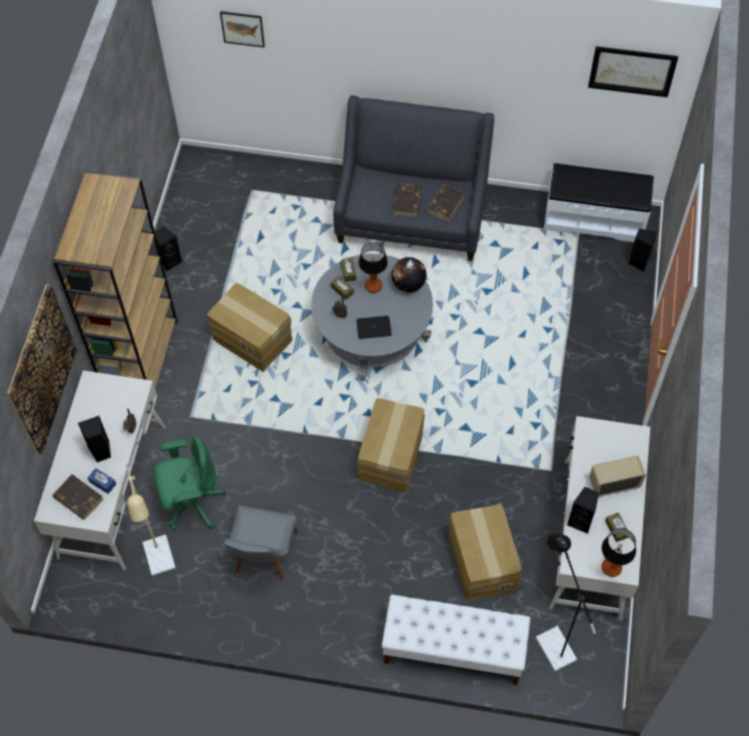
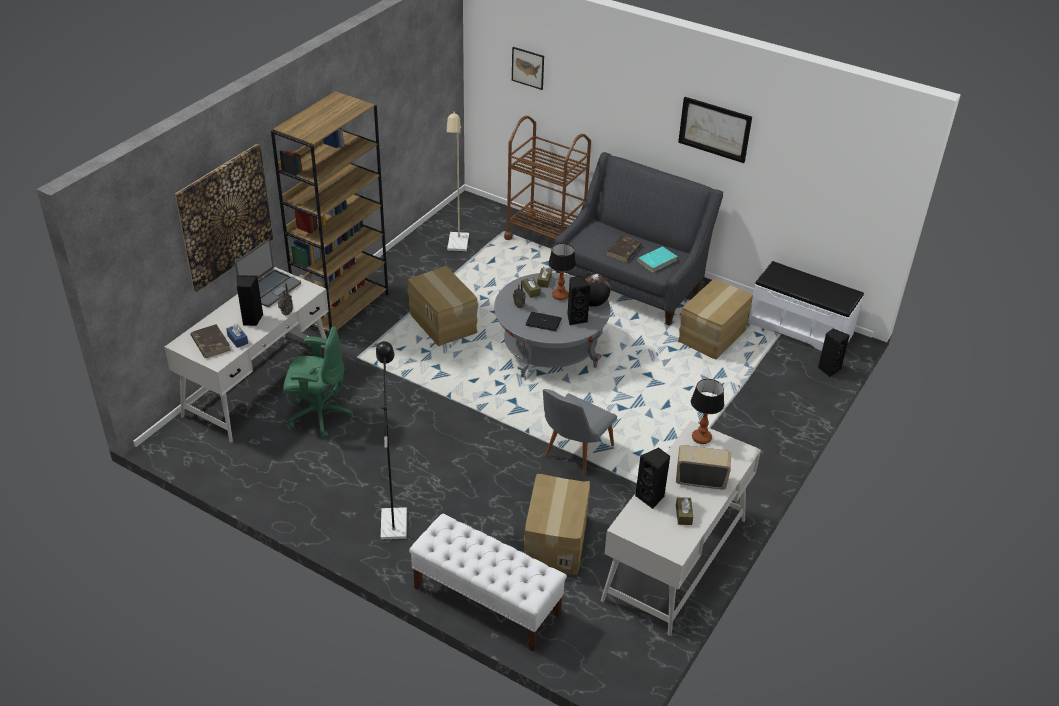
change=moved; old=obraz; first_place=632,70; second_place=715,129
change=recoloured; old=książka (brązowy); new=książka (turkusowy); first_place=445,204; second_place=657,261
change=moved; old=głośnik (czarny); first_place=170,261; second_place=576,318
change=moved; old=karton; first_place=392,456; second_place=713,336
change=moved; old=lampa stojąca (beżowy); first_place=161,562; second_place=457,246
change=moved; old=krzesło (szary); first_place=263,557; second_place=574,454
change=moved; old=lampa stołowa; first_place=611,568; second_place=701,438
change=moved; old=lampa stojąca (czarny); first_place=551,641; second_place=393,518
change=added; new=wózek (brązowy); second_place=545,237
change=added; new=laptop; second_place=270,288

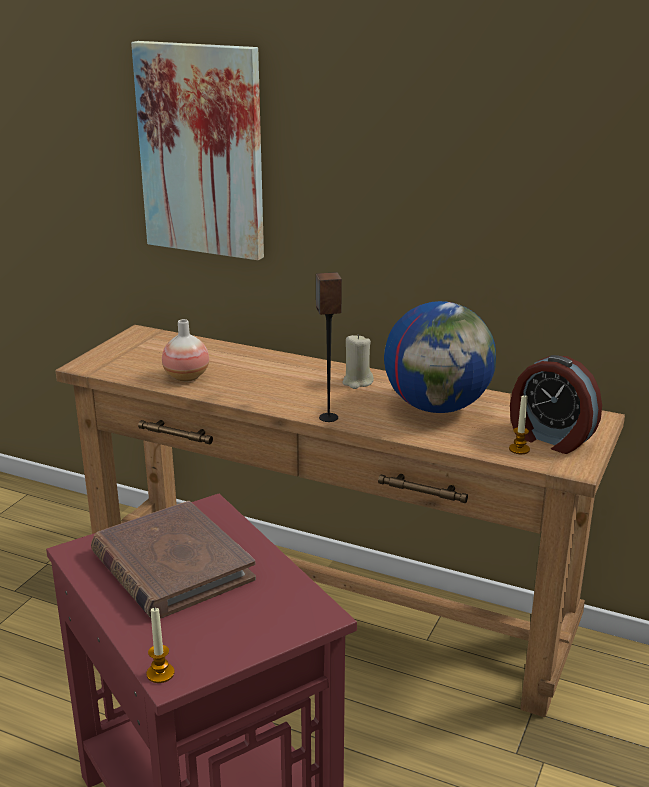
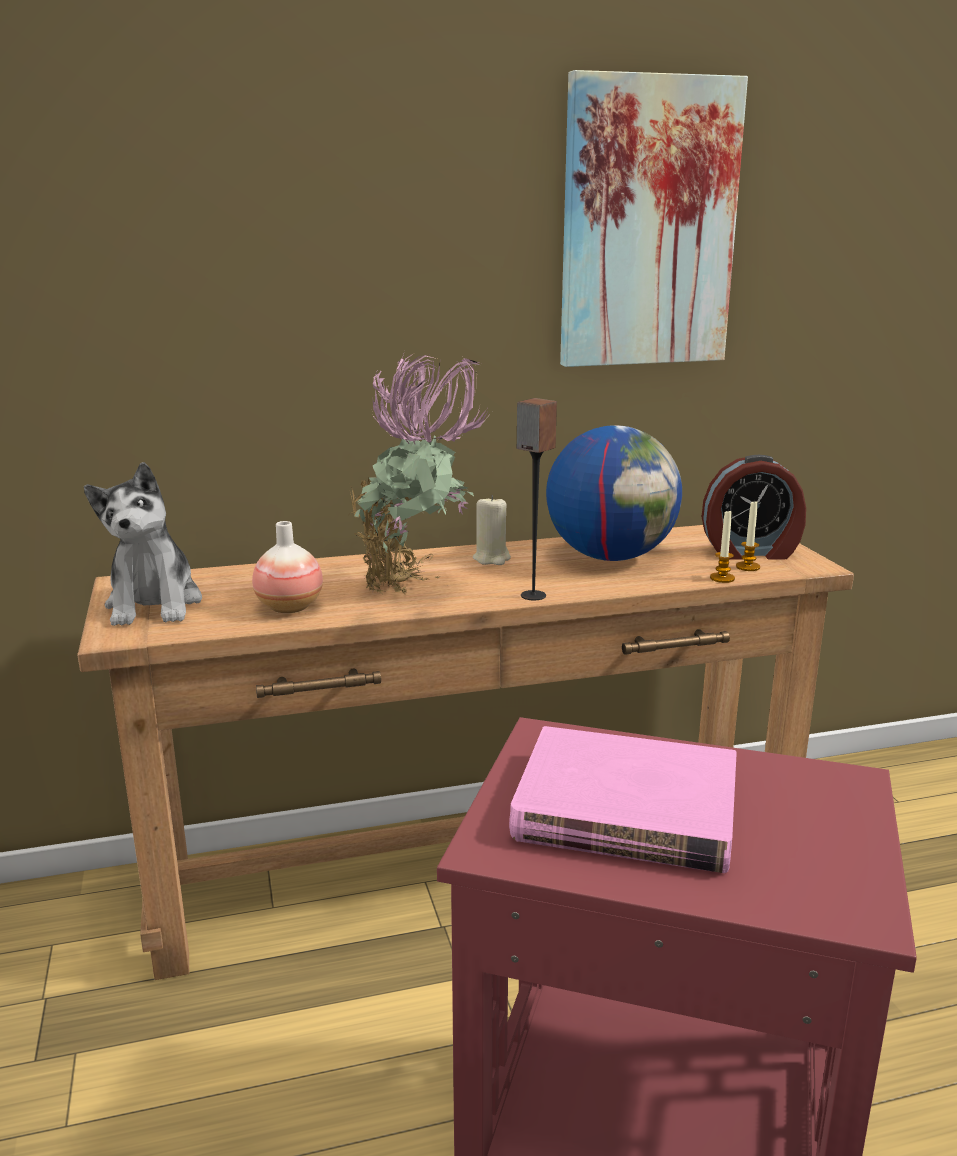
change=moved; old=obraz; first_place=202,151; second_place=647,224
change=recoloured; old=książka (brązowy); new=książka (różowy); first_place=171,566; second_place=626,809
change=moved; old=świeca; first_place=160,673; second_place=722,578
change=added; new=roślina doniczkowa; second_place=415,587
change=added; new=pluszak; second_place=154,604

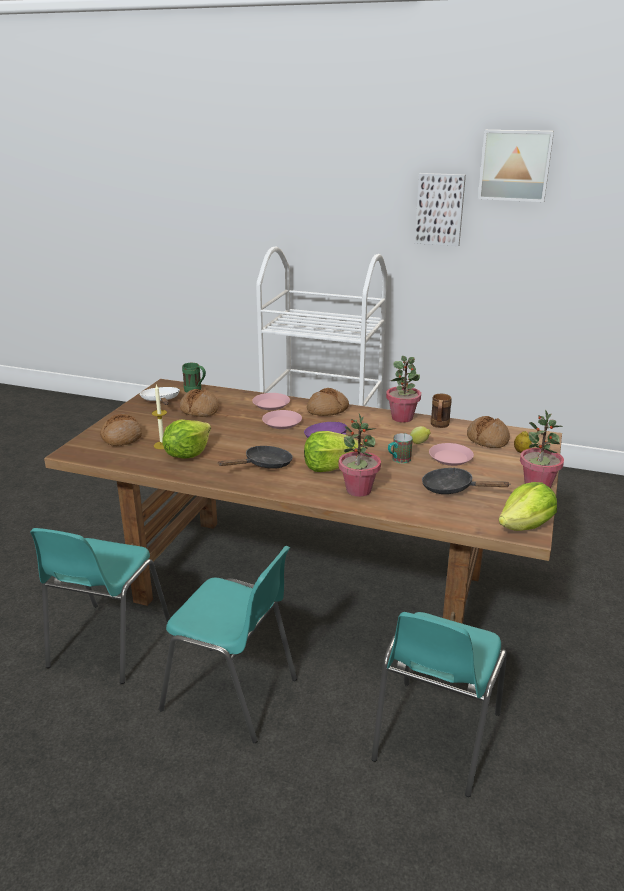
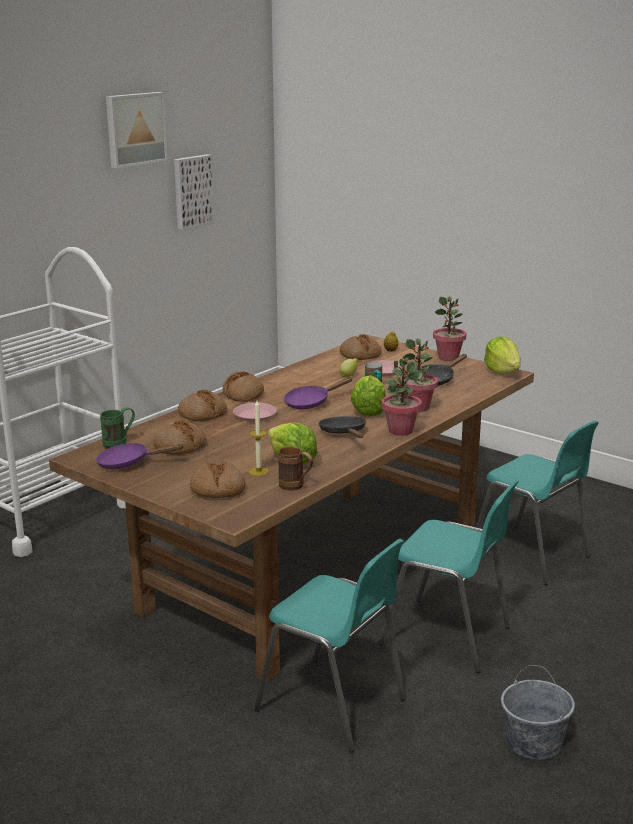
change=moved; old=obraz; first_place=440,209; second_place=192,191
change=moved; old=roślina doniczkowa; first_place=402,418; second_place=400,430
change=recoloured; old=patelnia (biały); new=patelnia (fioletowy); first_place=161,401; second_place=128,463
change=replaced; old=talerz (różowy); new=chleb; first_place=271,404; second_place=202,414
change=moved; old=kubek (brązowy); first_place=439,426; second_place=296,487
change=turned; old=krzesło (turkusowy); first_place=233,695; second_place=448,636; degrees=75
change=added; new=wiadro (szary); second_place=533,742

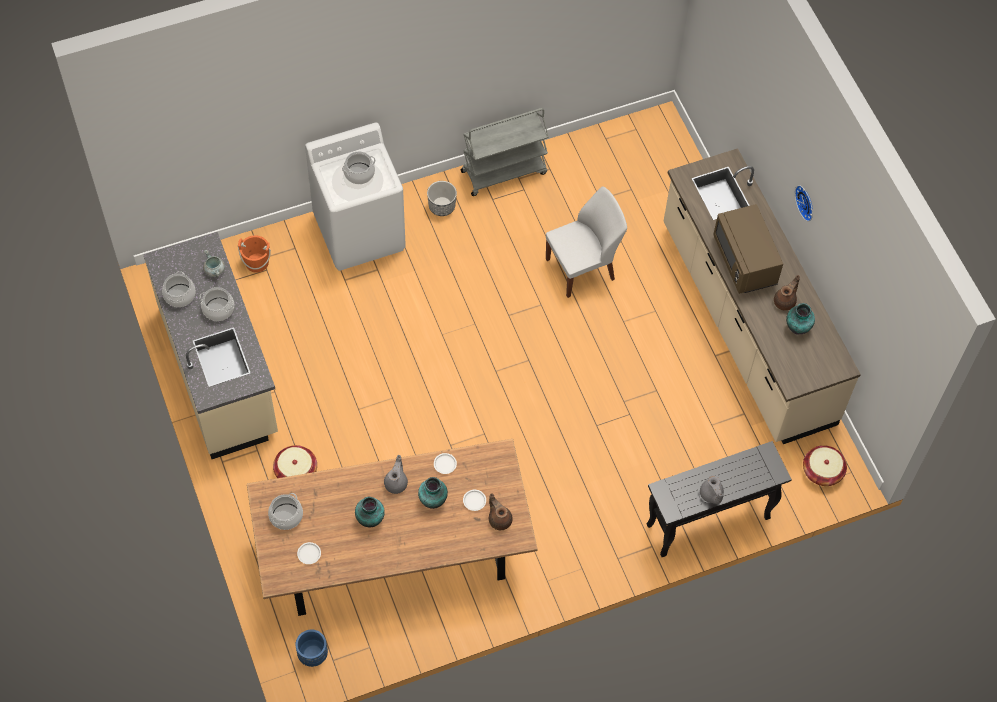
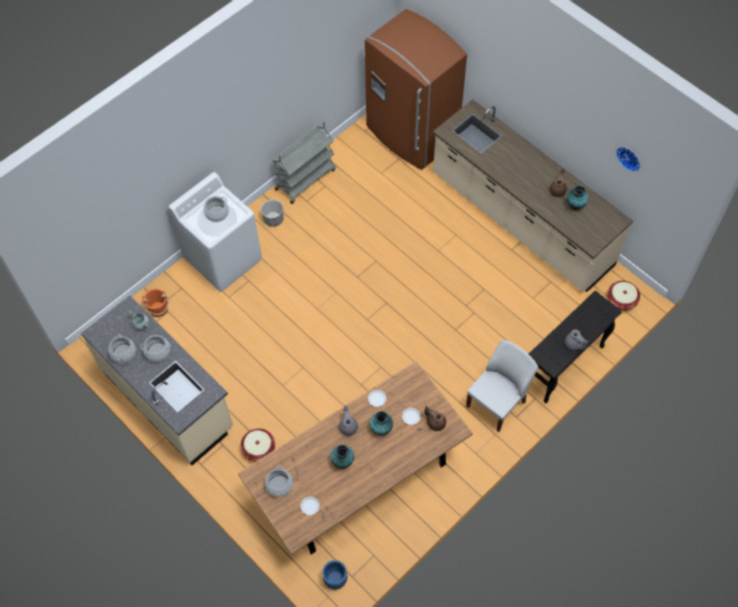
change=moved; old=zegar ścienny; first_place=806,202; second_place=629,157
change=moved; old=krzesło (biały); first_place=582,269; second_place=497,403
change=removed; old=mikrofalówka (brązowy); first_place=745,261
change=added; new=lodówka (brązowy); second_place=411,135

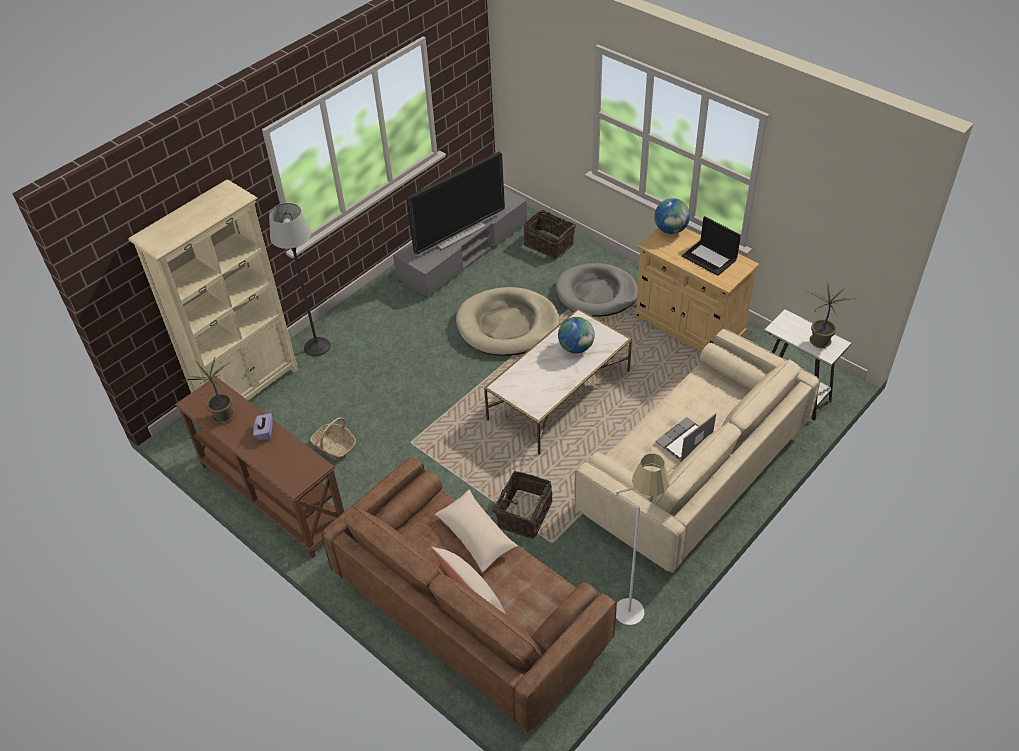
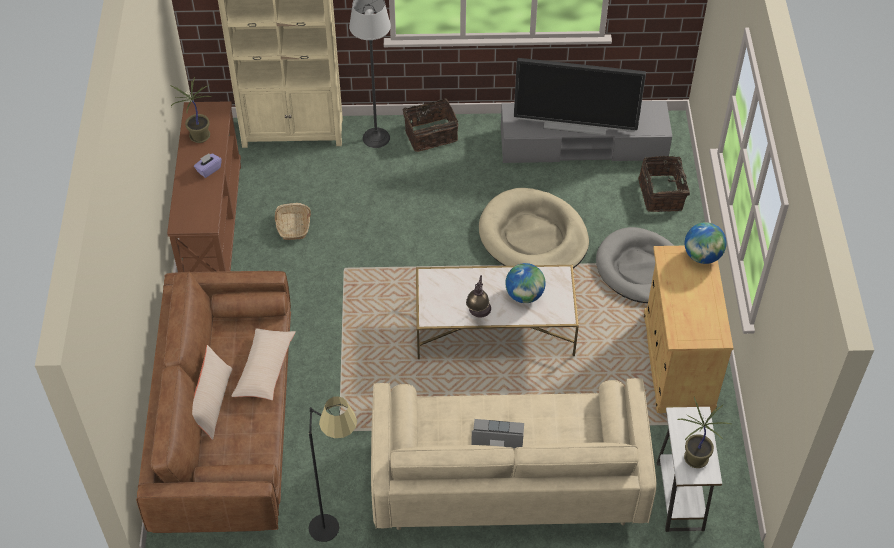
change=removed; old=laptop; first_place=710,258
change=recoloured; old=lampa stojąca (biały); new=lampa stojąca (czarny); first_place=633,600; second_place=337,523
change=moved; old=koszyk; first_place=523,514; second_place=430,134
change=added; new=lampa stołowa; second_place=478,315

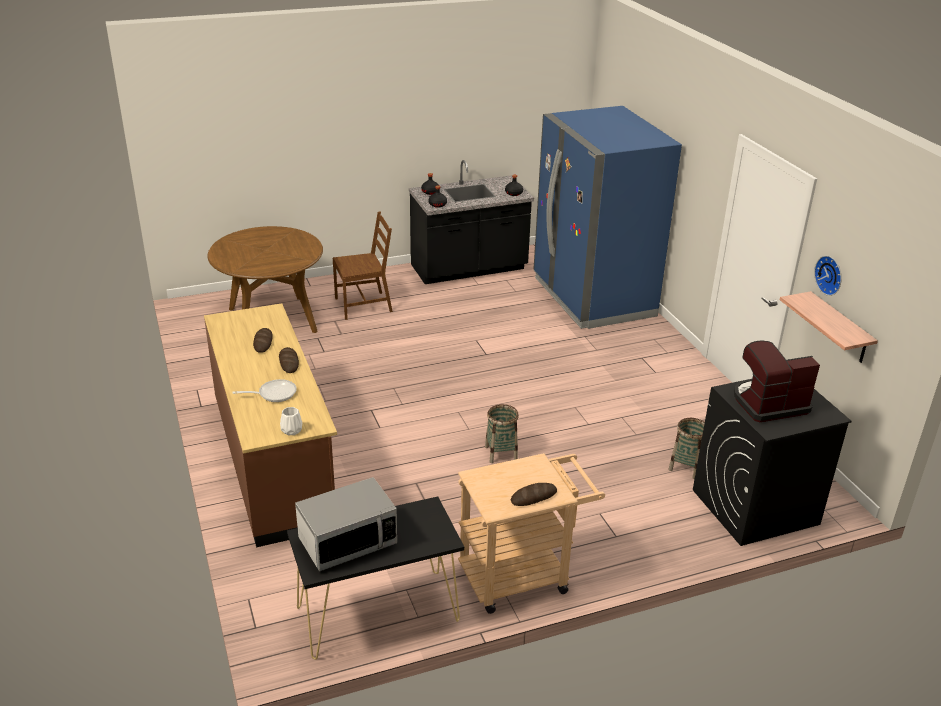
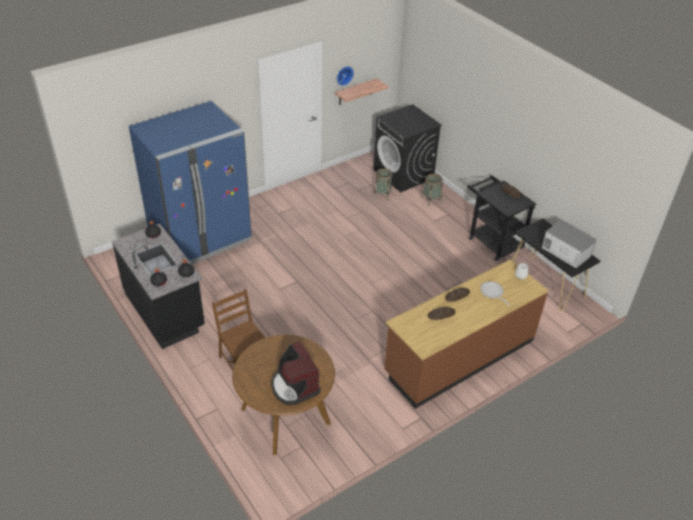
change=moved; old=ekspres do kawy; first_place=768,403; second_place=294,387
change=moved; old=koszyk; first_place=501,453; second_place=431,200
change=recoloured; old=wózek (beżowy); new=wózek (czarny); first_place=522,575; second_place=492,240

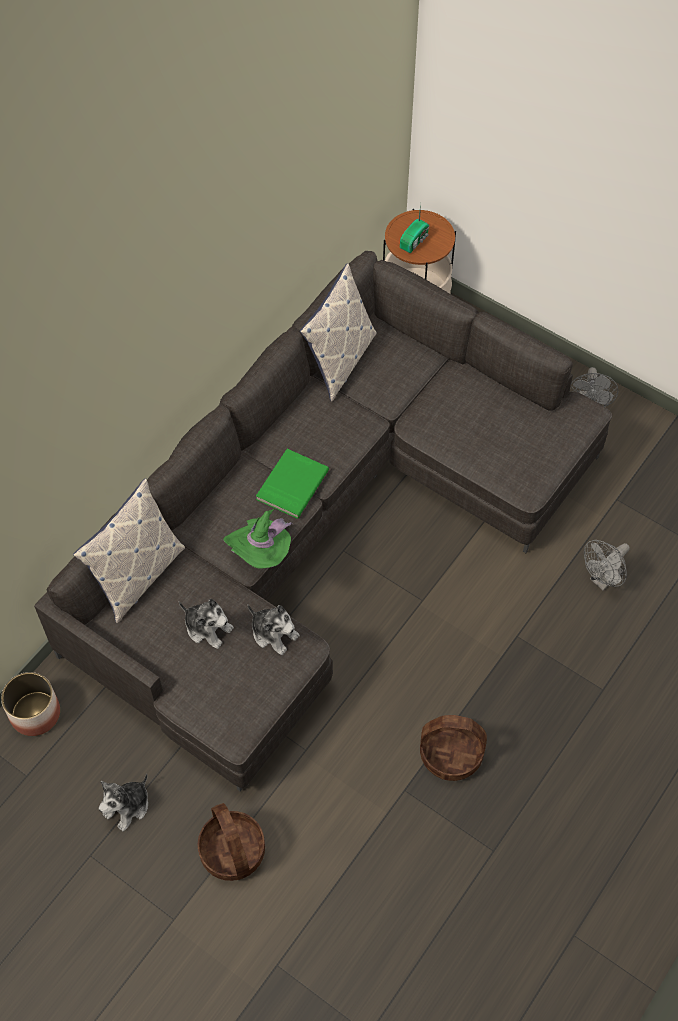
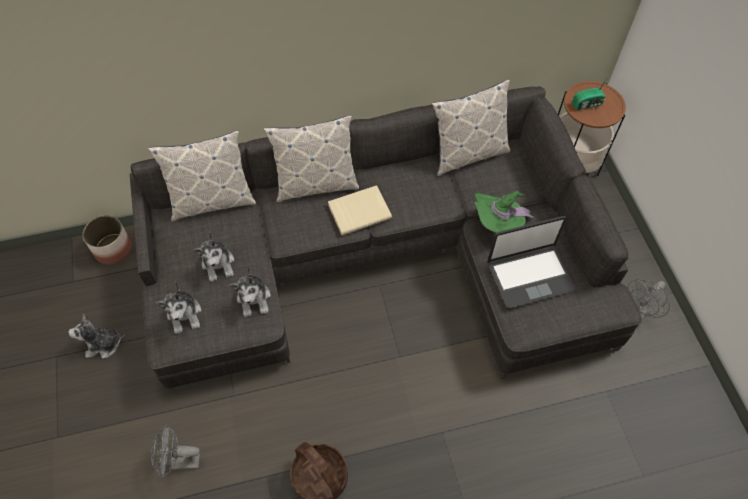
change=recoloured; old=książka (zielony); new=książka (beżowy); first_place=291,484; second_place=359,211
change=moved; old=kapelusz (zielony); first_place=262,553; second_place=498,223
change=moved; old=wentylator (szary); first_place=603,580; second_place=180,461
change=removed; old=koszyk; first_place=232,851
change=added; new=poduszka; second_place=316,184
change=added; new=laptop; second_place=529,275
change=added; new=pluszak; second_place=185,314

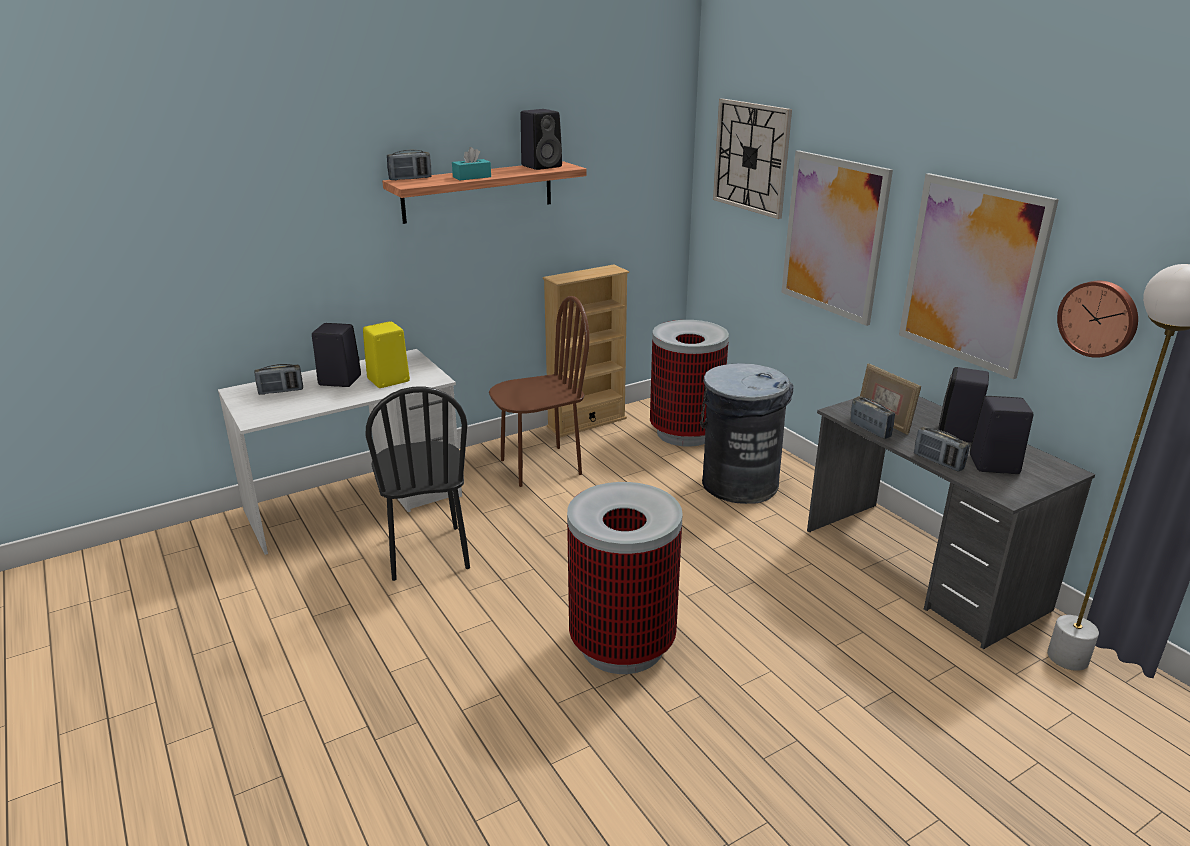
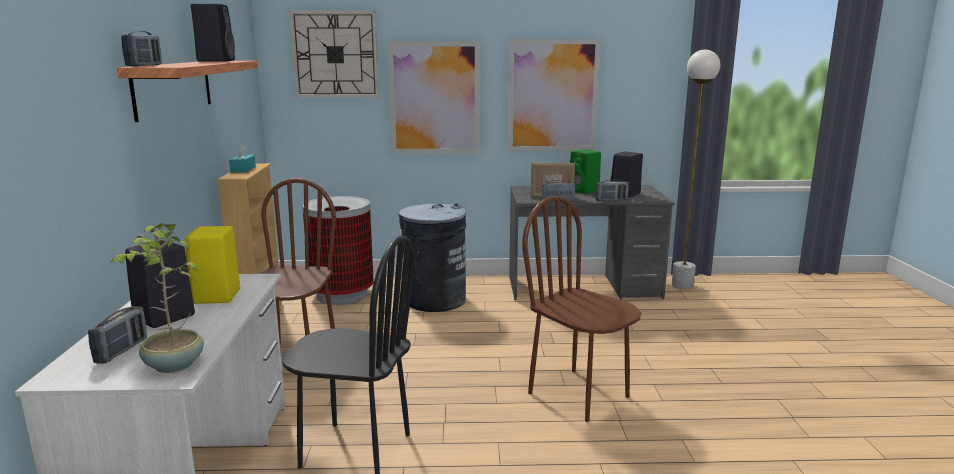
change=moved; old=pudełko chusteczek (turkusowy); first_place=472,177; second_place=243,169
change=removed; old=zegar ścienny; first_place=1099,318
change=recoloured; old=głośnik (czarny); new=głośnik (zielony); first_place=958,433; second_place=584,191
change=replaced; old=kosz na śmieci; new=krzesło (brązowy); first_place=622,644; second_place=579,394
change=added; new=roślina doniczkowa; second_place=173,366

